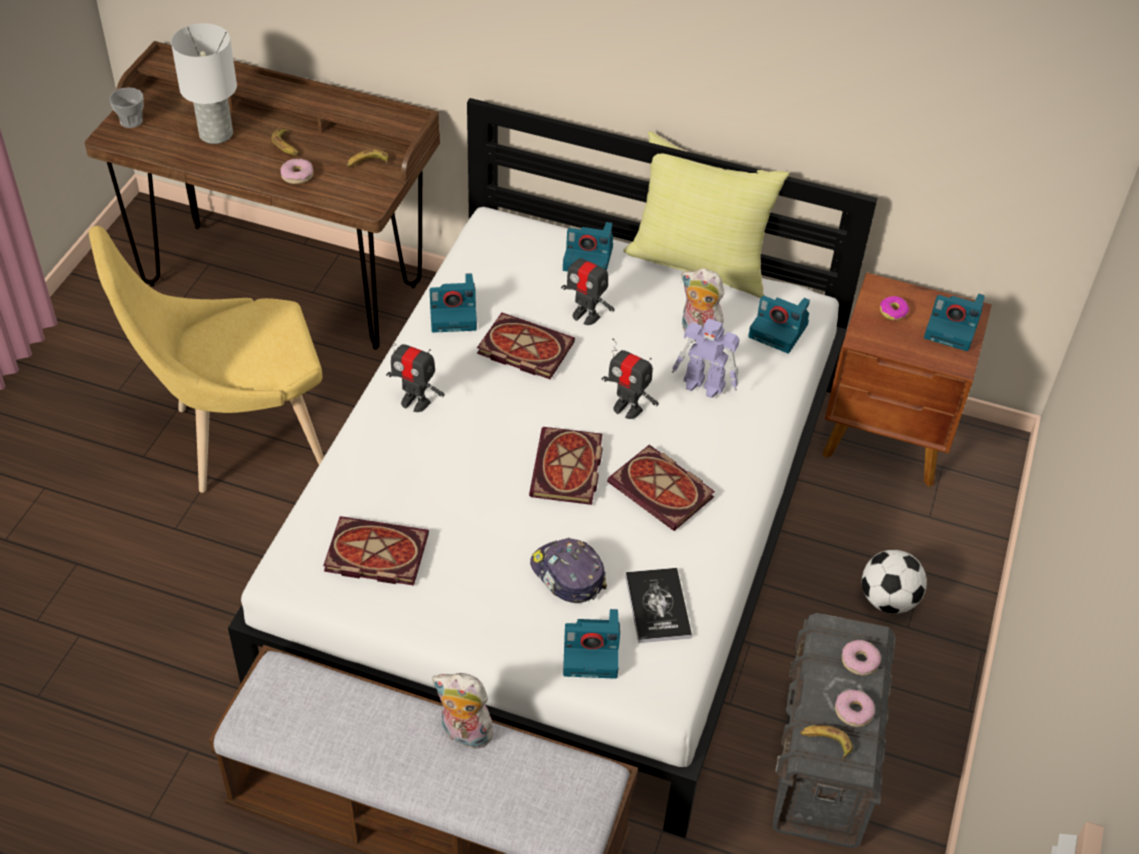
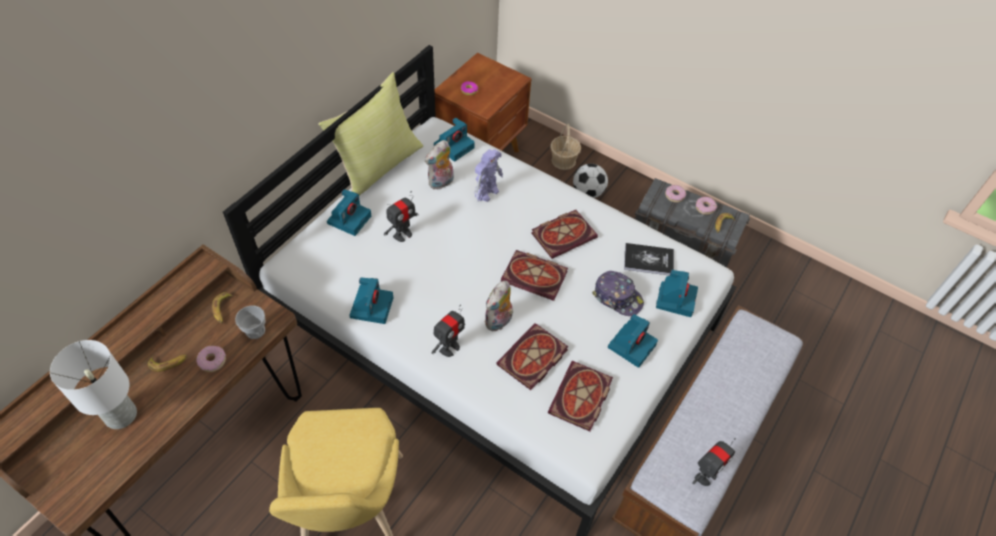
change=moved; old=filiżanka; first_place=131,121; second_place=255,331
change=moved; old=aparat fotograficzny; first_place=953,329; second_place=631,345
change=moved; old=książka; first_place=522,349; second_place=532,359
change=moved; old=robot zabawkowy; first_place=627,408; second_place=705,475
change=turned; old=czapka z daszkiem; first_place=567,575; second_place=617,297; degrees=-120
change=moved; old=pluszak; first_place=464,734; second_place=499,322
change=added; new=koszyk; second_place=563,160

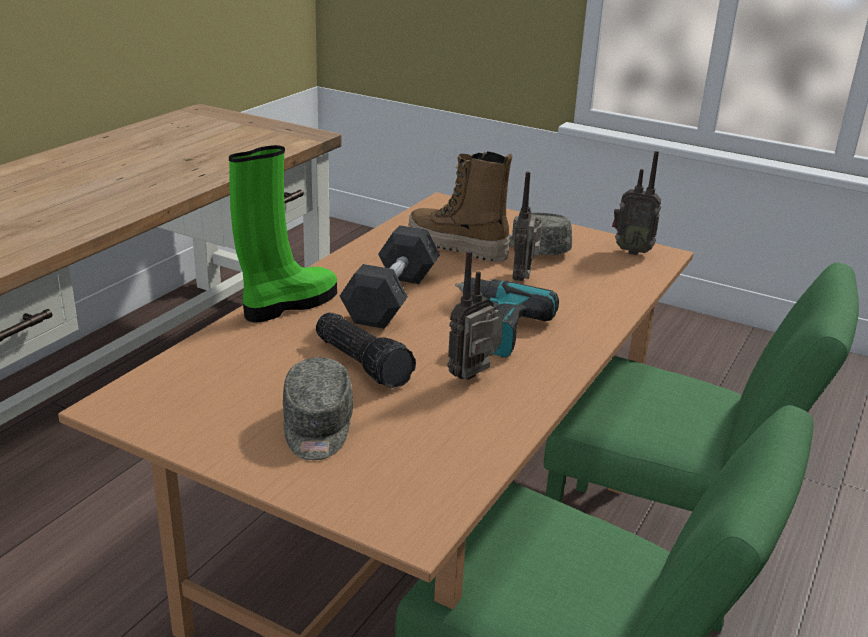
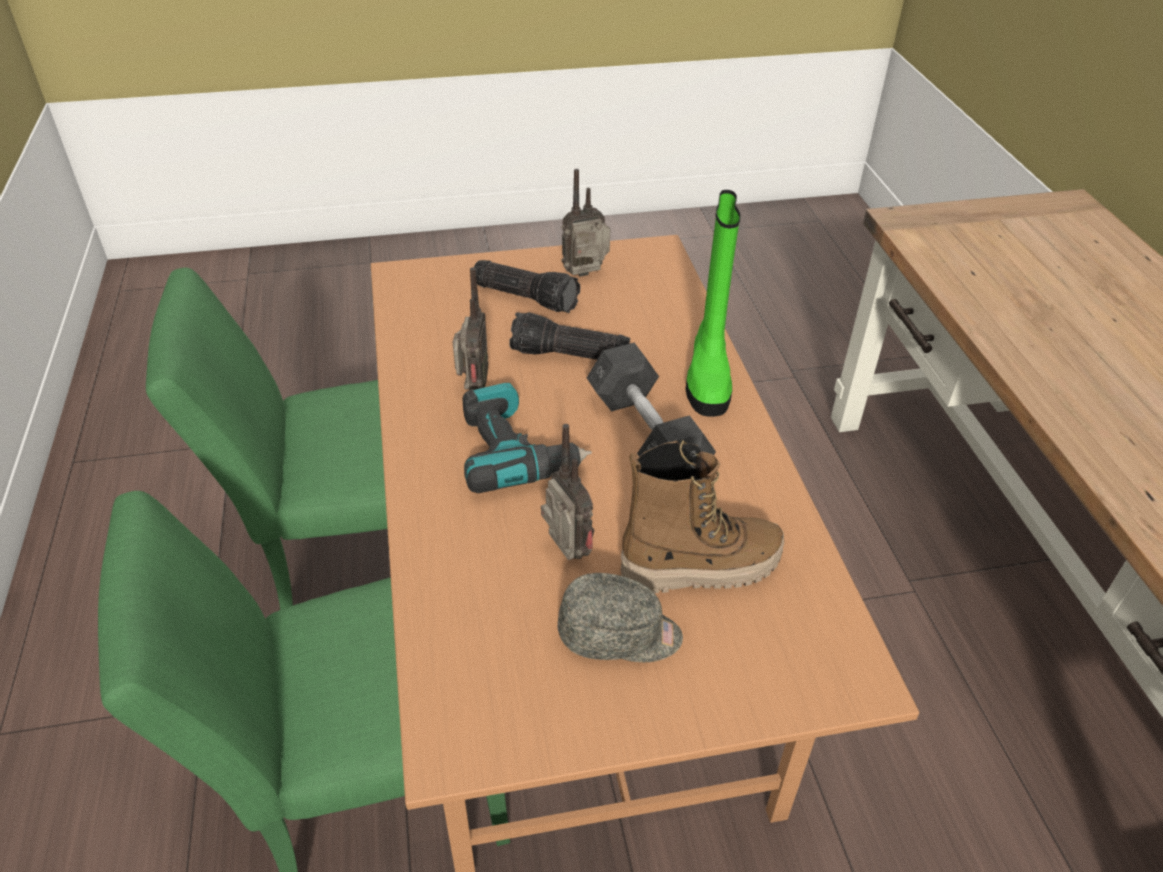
change=moved; old=radio; first_place=631,251; second_place=587,276
change=replaced; old=czapka z daszkiem (szary); new=latarka; first_place=317,427; second_place=527,296

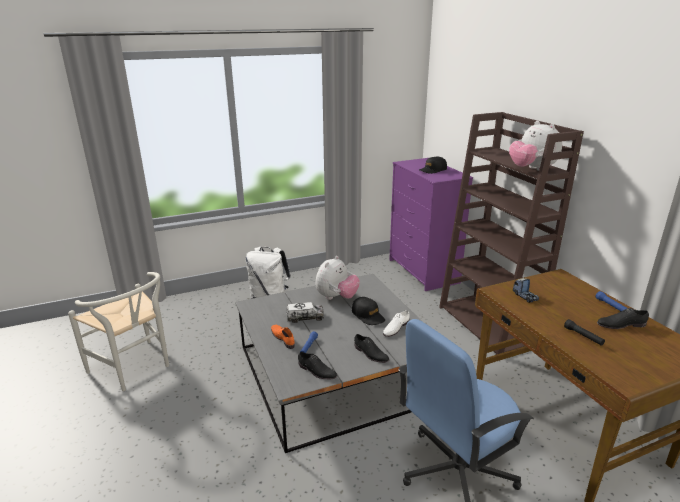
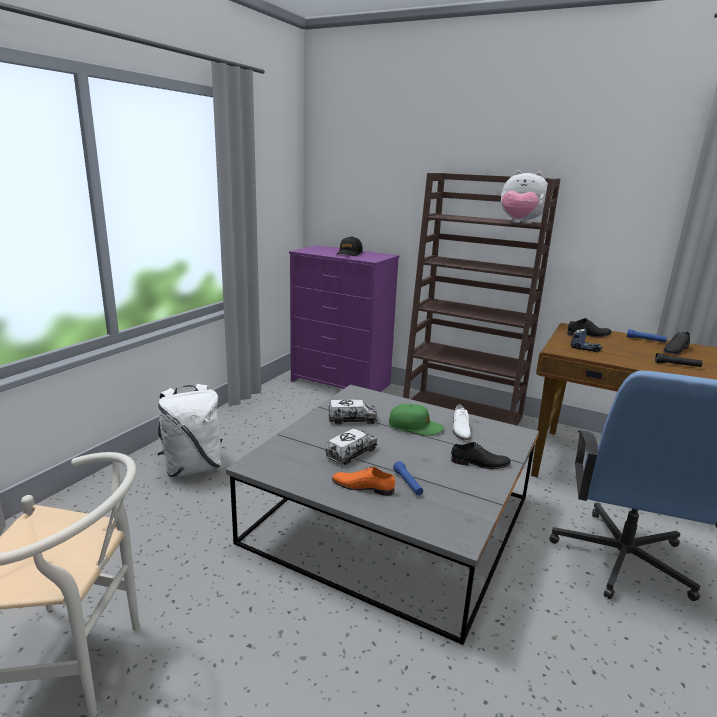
change=replaced; old=pluszak; new=ciężarówka zabawkowa; first_place=337,297; second_place=352,420
change=recoloured; old=czapka z daszkiem (czarny); new=czapka z daszkiem (zielony); first_place=368,315; second_place=415,427
change=moved; old=but (czarny); first_place=316,371; second_place=589,335

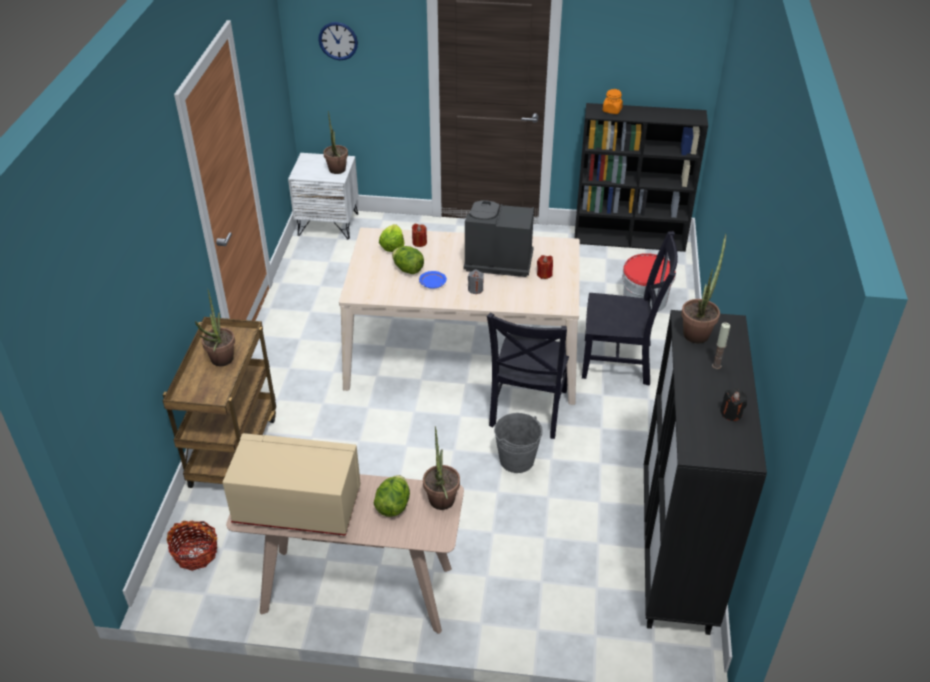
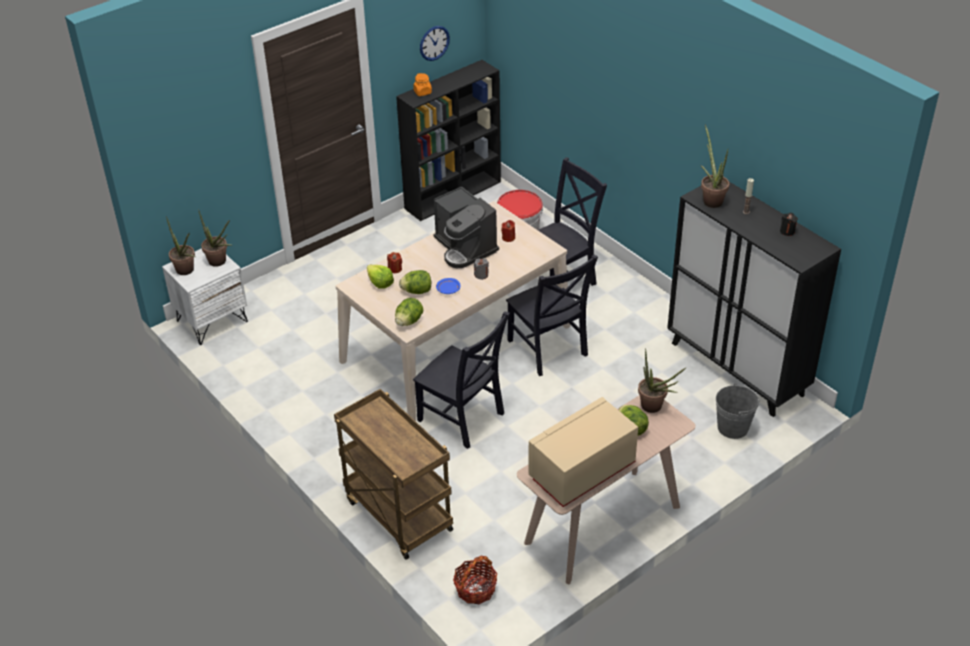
change=moved; old=zegar ścienny; first_place=338,41; second_place=434,43
change=turned; old=ekspres do kawy; first_place=496,260; second_place=465,248; degrees=-90
change=moved; old=roślina doniczkowa; first_place=220,362; second_place=187,272
change=moved; old=wiadro (szary); first_place=516,460; second_place=733,427
change=added; new=sałata; second_place=409,321
change=added; new=krzesło (czarny); second_place=463,419

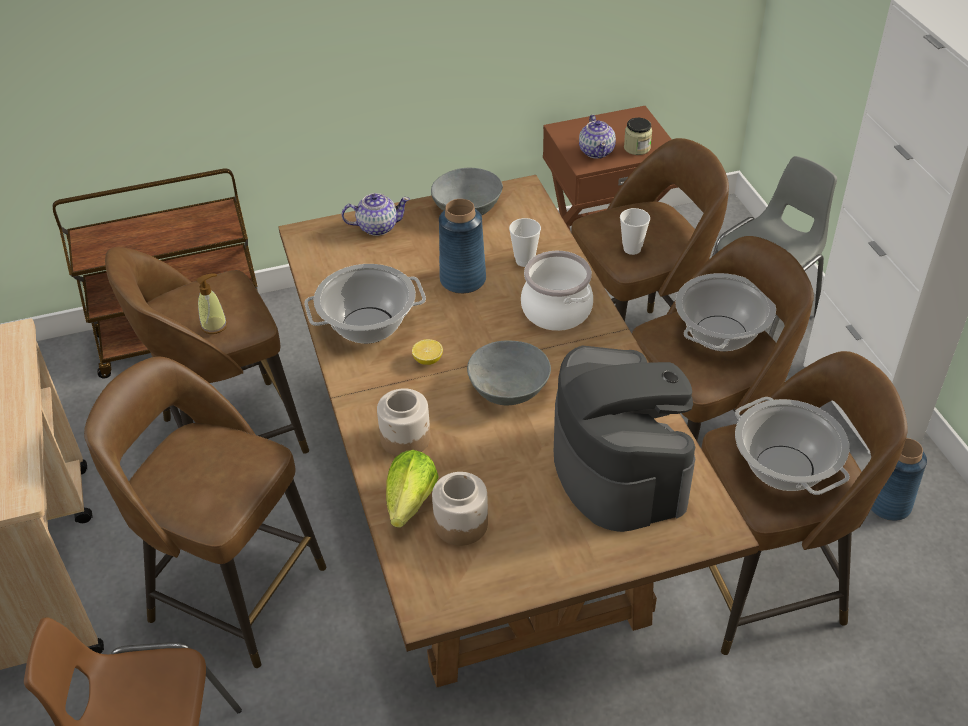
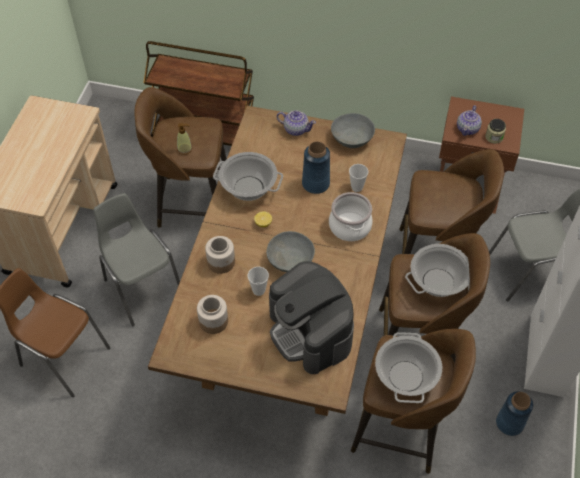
change=moved; old=filiżanka; first_place=632,249; second_place=258,290
change=turned; old=ekspres do kawy; first_place=619,467; second_place=310,332; degrees=135
change=replaced; old=stołek (brązowy); new=krzesło (szary); first_place=233,591; second_place=142,287
change=removed; old=sałata; first_place=411,502

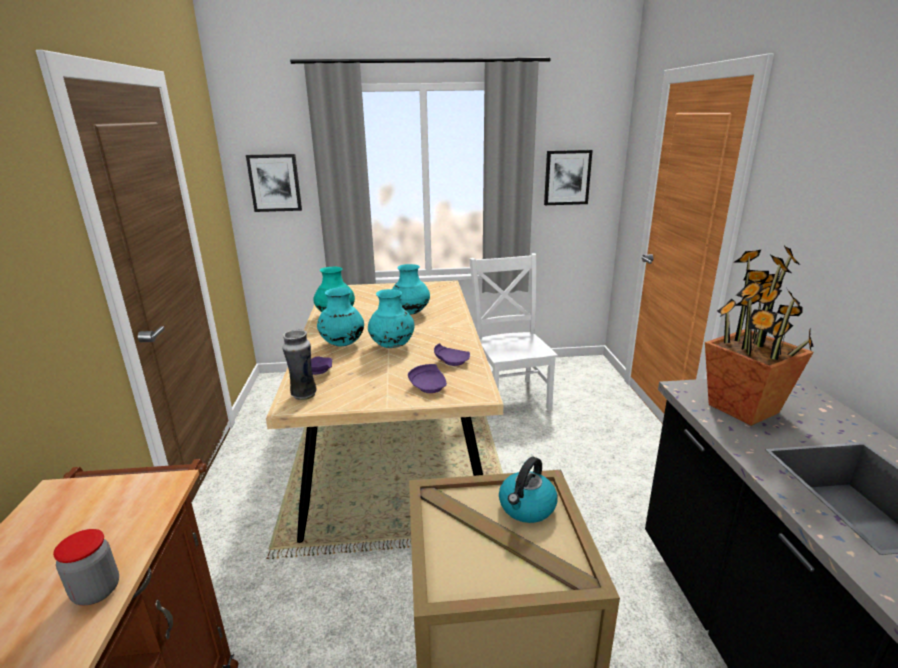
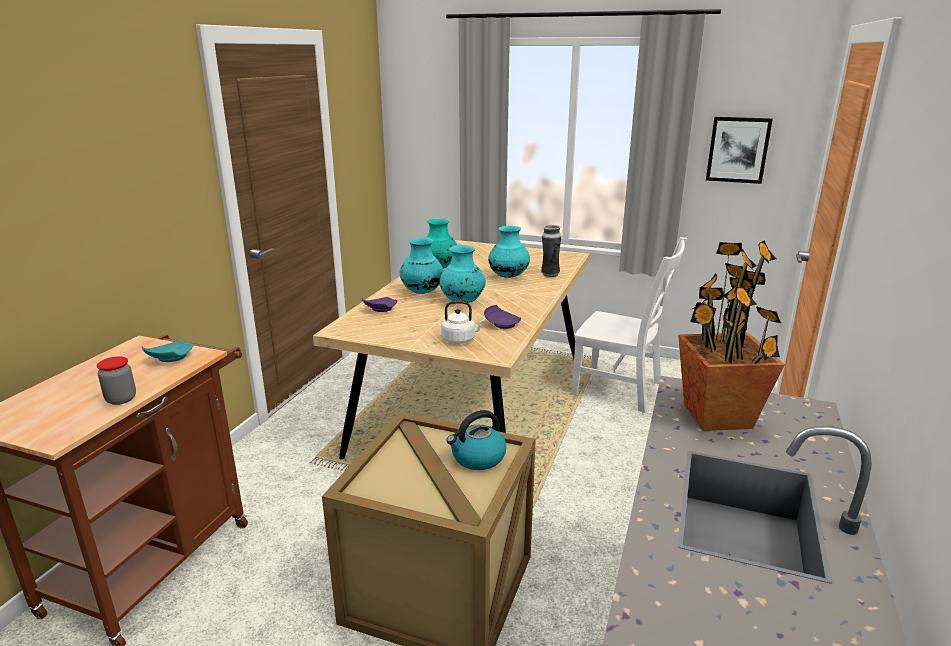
change=removed; old=obraz; first_place=275,183
change=turned; old=krzesło (biały); first_place=510,395; second_place=621,390; degrees=105
change=moved; old=wazon; first_place=303,395; second_place=549,274
change=replaced; old=talerz (fioletowy); new=czajnik (biały); first_place=429,386; second_place=460,340
change=added; new=talerz (turkusowy); second_place=169,358

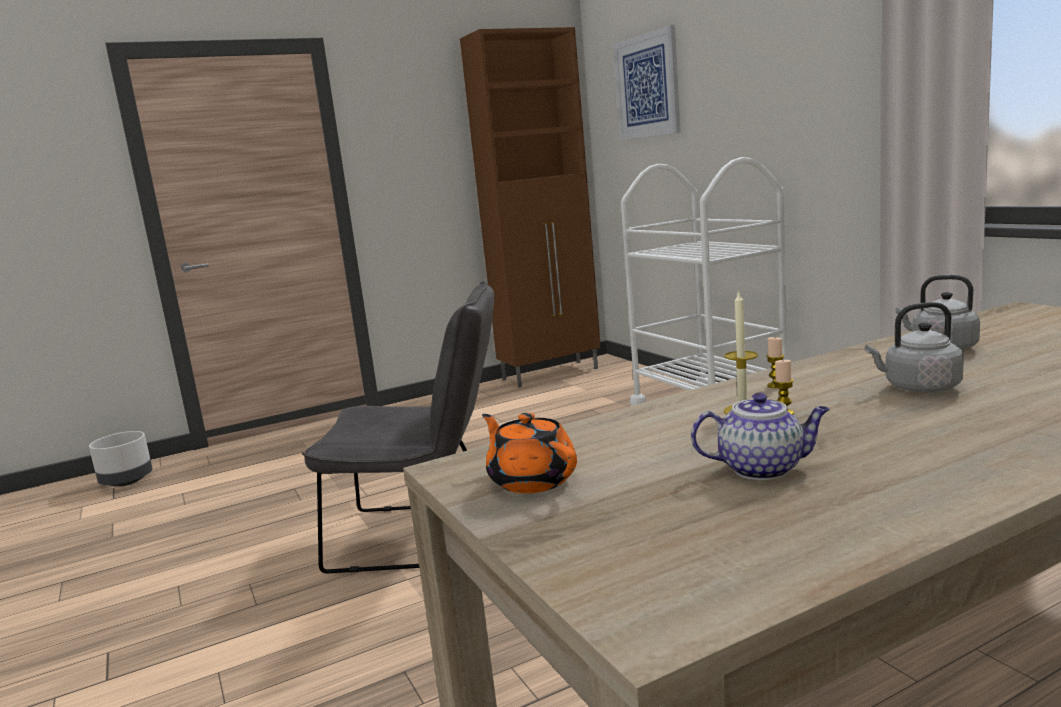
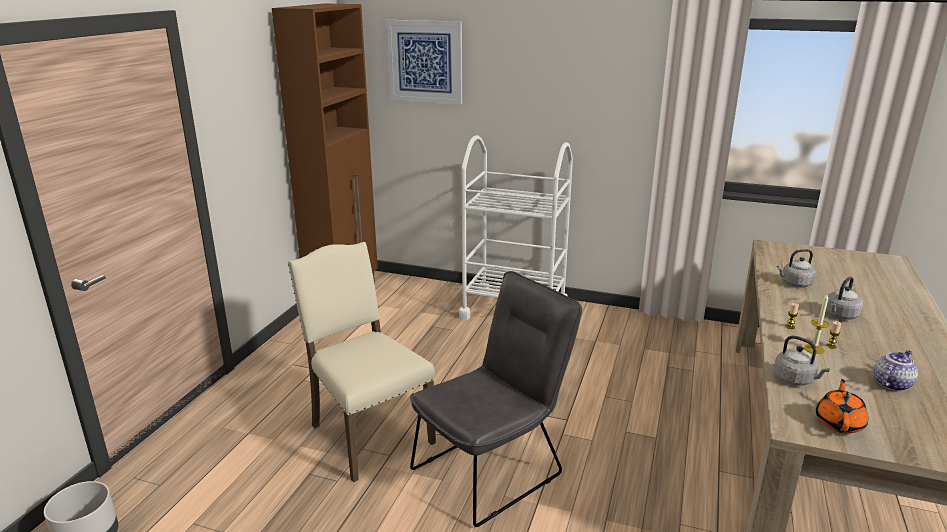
change=turned; old=imbryk (pomarańczowy); first_place=532,480; second_place=839,423; degrees=105
change=added; new=krzesło (beżowy); second_place=368,434
change=added; new=czajnik (szary); second_place=796,380

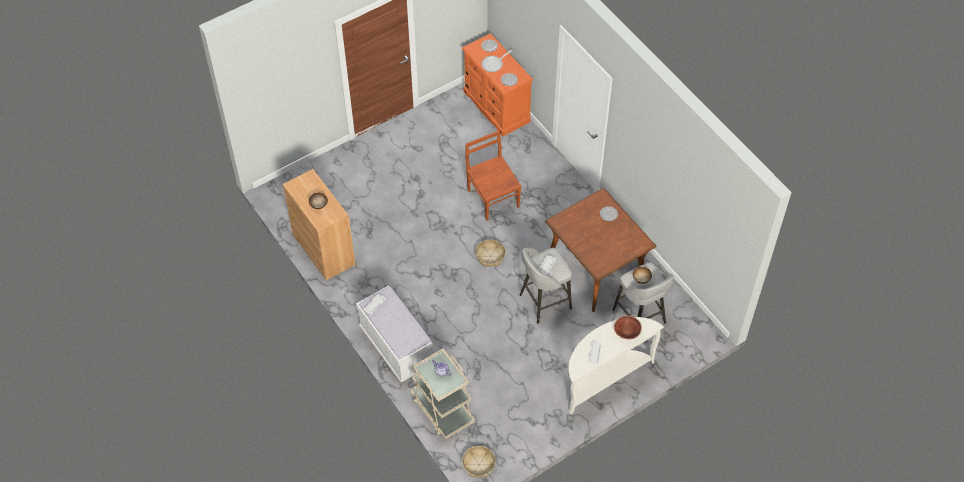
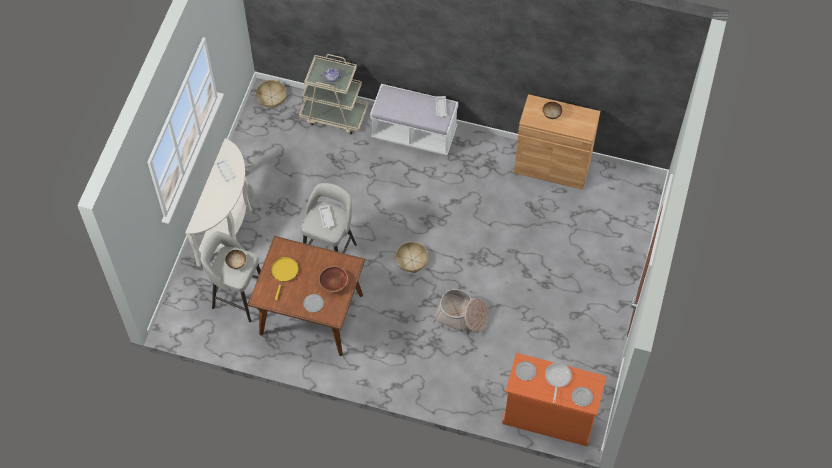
change=replaced; old=krzesło (brązowy); new=koszyk; first_place=492,197; second_place=461,316
change=moved; old=miska (brązowy); first_place=627,331; second_place=333,283
change=added; new=patelnia (żółty); second_place=284,273

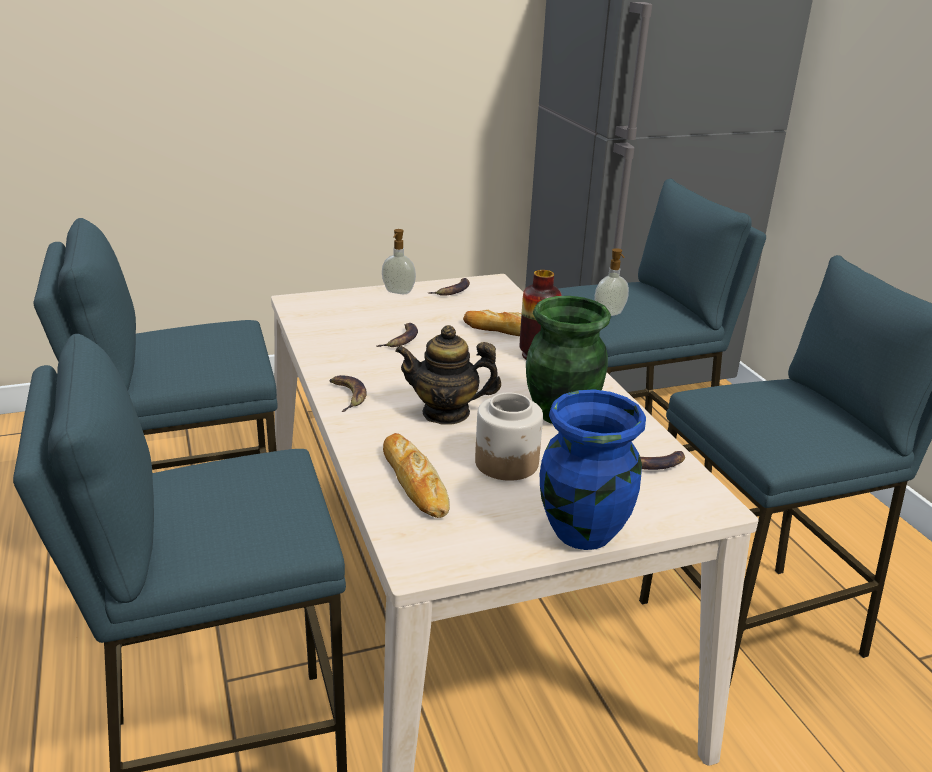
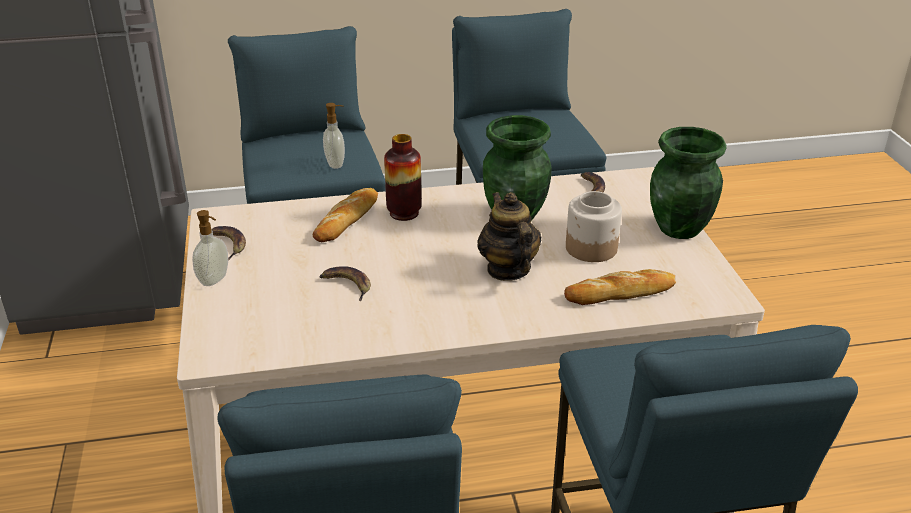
change=turned; old=imbryk; first_place=446,413; second_place=508,269; degrees=150
change=removed; old=banan; first_place=347,395
change=recoloured; old=wazon (niebieski); new=wazon (zielony); first_place=582,533; second_place=680,229

